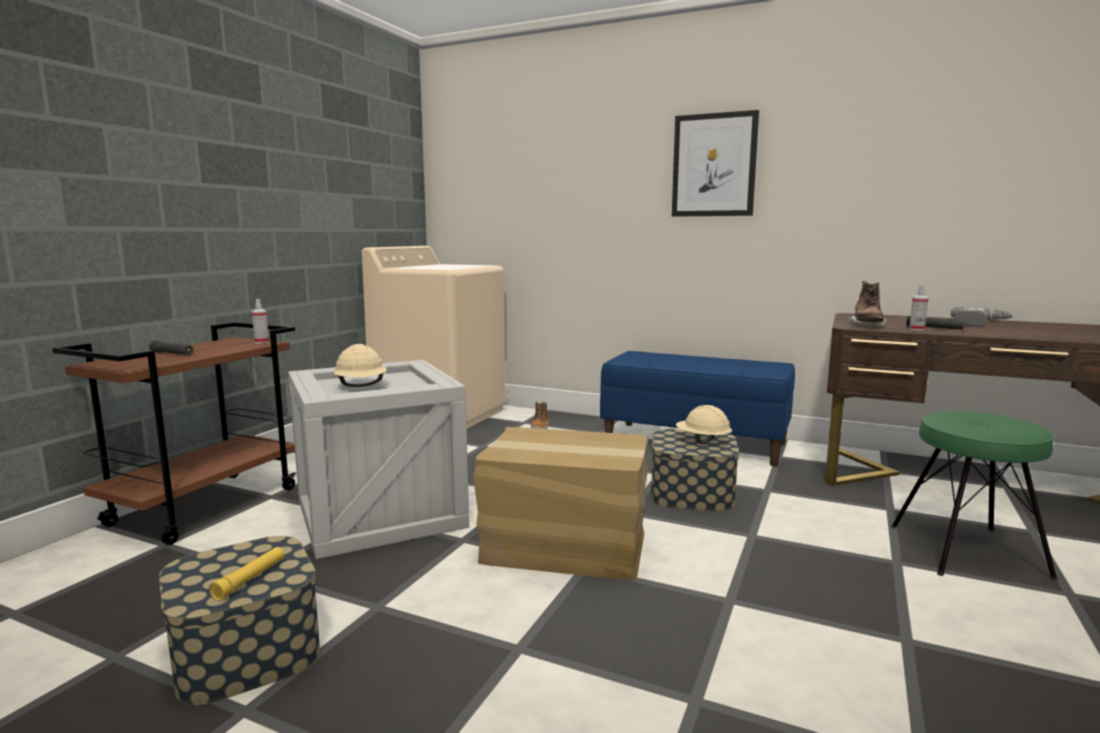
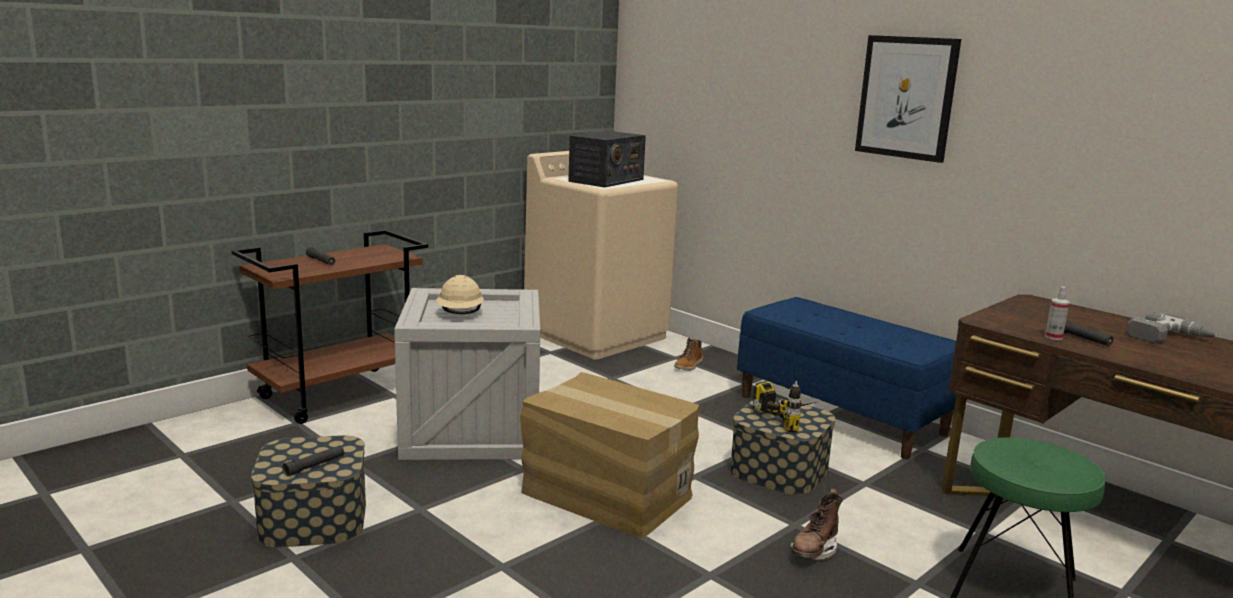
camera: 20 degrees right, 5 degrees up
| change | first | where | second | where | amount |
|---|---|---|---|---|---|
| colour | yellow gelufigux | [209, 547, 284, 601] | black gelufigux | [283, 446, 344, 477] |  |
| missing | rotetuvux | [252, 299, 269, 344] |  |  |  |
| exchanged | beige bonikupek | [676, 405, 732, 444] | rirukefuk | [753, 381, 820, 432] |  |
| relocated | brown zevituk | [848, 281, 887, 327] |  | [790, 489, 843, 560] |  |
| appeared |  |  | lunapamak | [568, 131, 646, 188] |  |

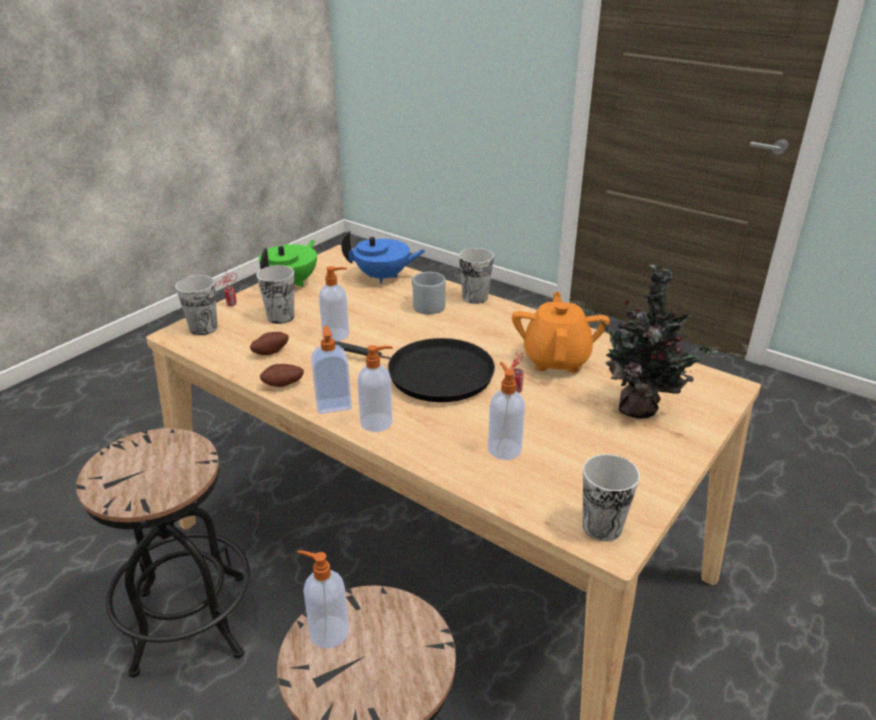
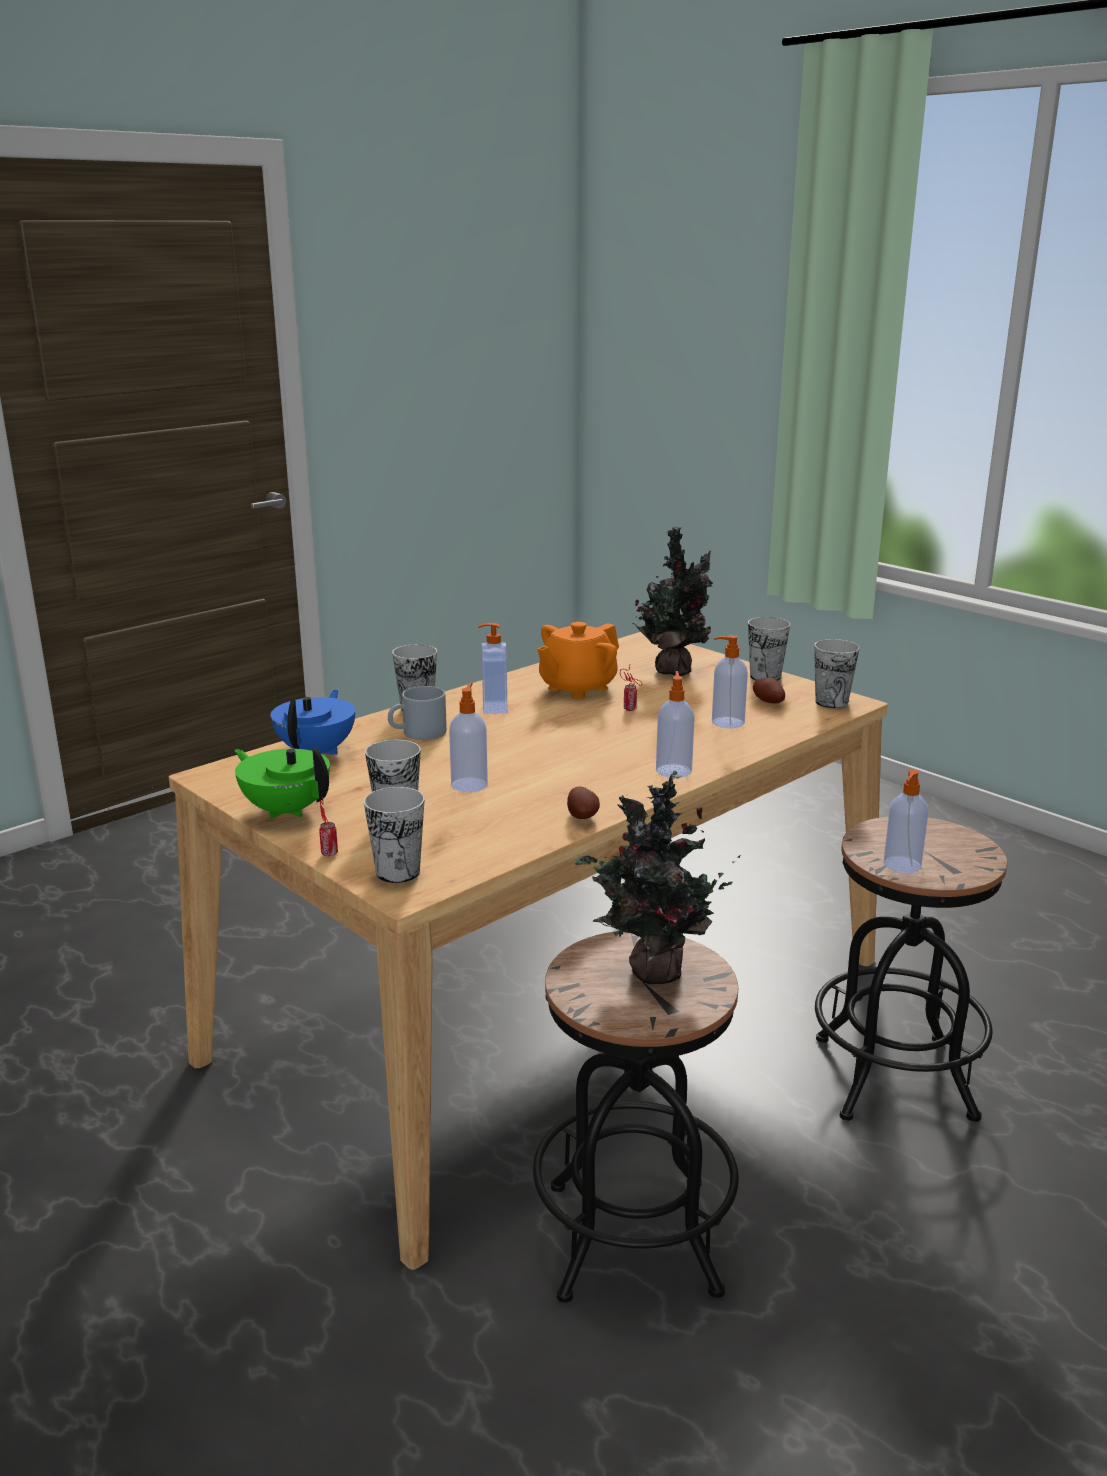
camera: 80 degrees left, 10 degrees down
| change | first | where | second | where | amount |
|---|---|---|---|---|---|
| relocated | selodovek | [250, 332, 289, 355] |  | [753, 678, 785, 703] |  |
| relocated | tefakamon | [311, 326, 352, 414] |  | [478, 623, 507, 714] |  |
| missing | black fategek | [335, 338, 495, 402] |  |  |  |
| spun | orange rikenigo | [512, 292, 610, 373] |  | [537, 622, 619, 699] | 60 degrees counterclockwise |
| appeared |  |  | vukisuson | [574, 771, 740, 984] |  |
| appeared |  |  | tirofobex | [748, 617, 790, 681] |  |

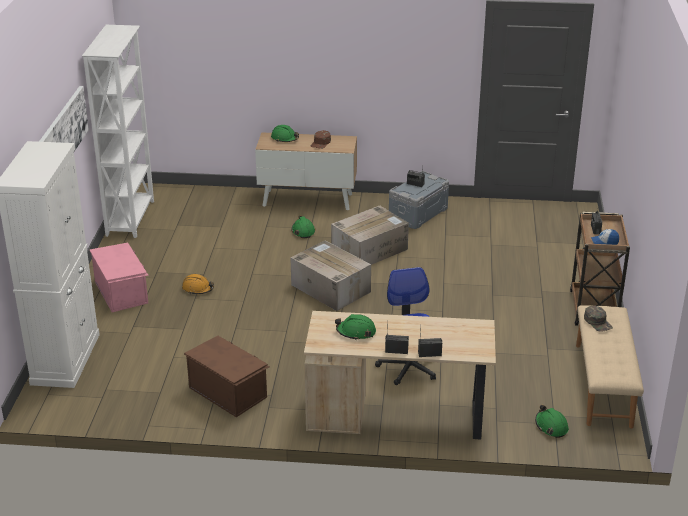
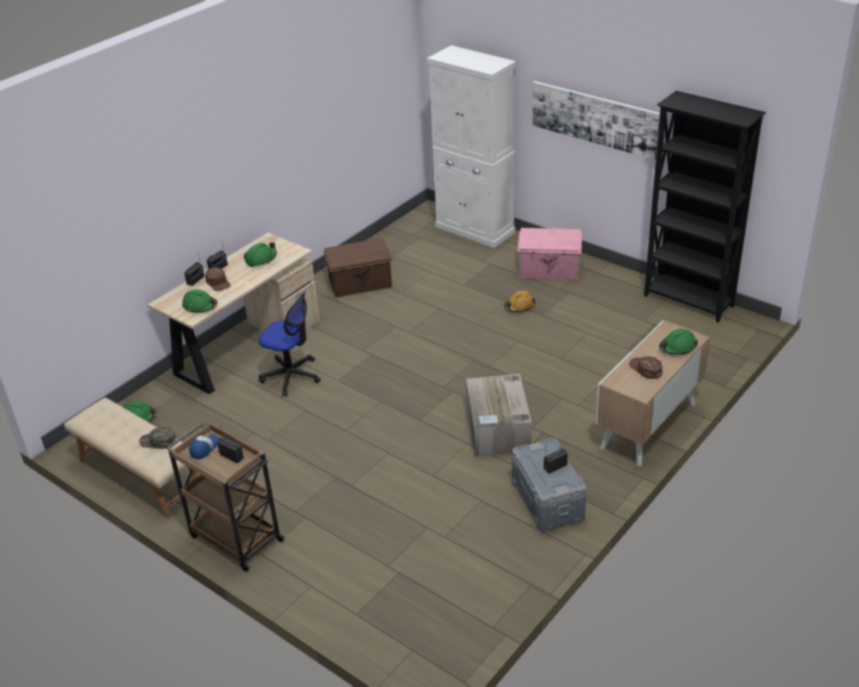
camera: 125 degrees right, 5 degrees up
| change | first | where | second | where | amount |
|---|---|---|---|---|---|
| colour | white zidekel | [82, 25, 154, 238] | black zidekel | [644, 91, 766, 323] |  |
| missing | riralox | [290, 241, 371, 311] |  |  |  |
| relocated | green bonikupek | [291, 215, 316, 238] |  | [182, 289, 217, 312] |  |
| appeared |  |  | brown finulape | [205, 267, 231, 291] |  |

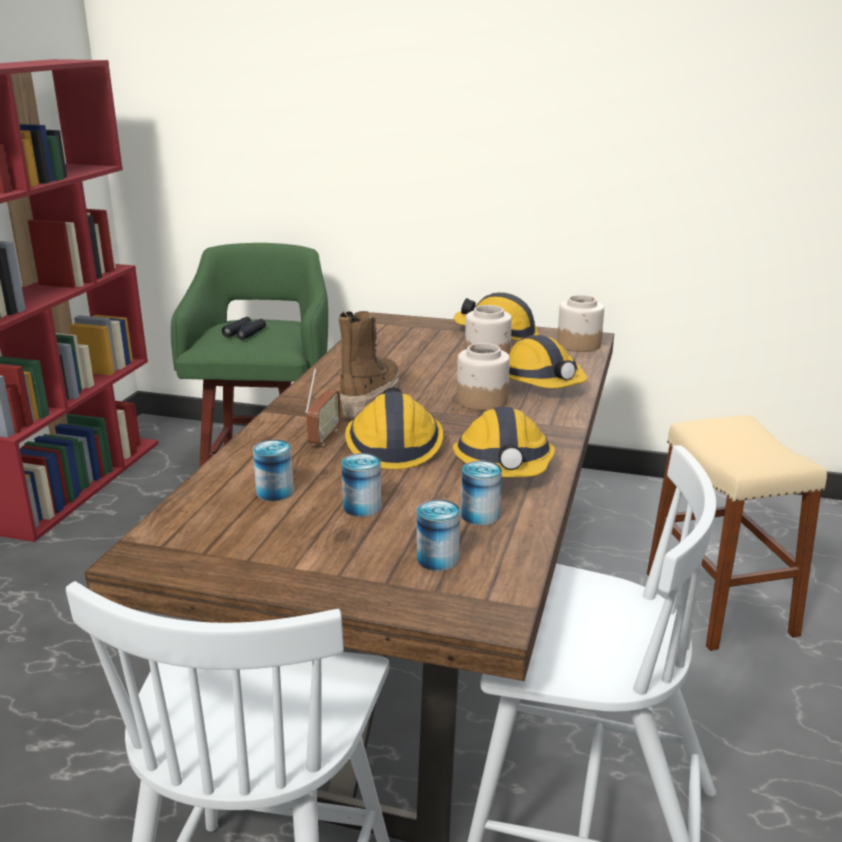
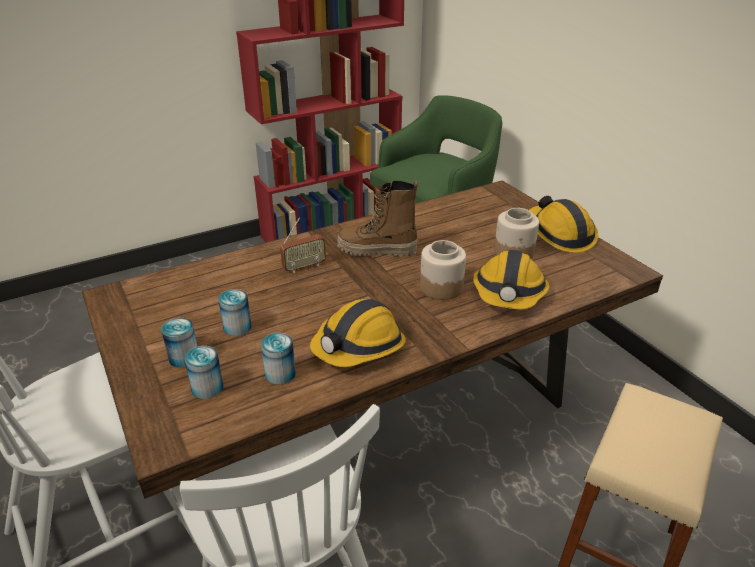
camera: 45 degrees right, 10 degrees up
| change | first | where | second | where | amount |
|---|---|---|---|---|---|
| missing | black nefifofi | [222, 317, 266, 340] |  |  |  |
| relocated | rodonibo | [253, 440, 294, 501] |  | [161, 318, 197, 368] |  |
| spun | zevituk | [339, 311, 399, 418] |  | [337, 181, 418, 257] | 150 degrees counterclockwise |
| missing | bonikupek | [345, 387, 443, 469] |  |  |  |
| missing | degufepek | [557, 295, 604, 352] |  |  |  |

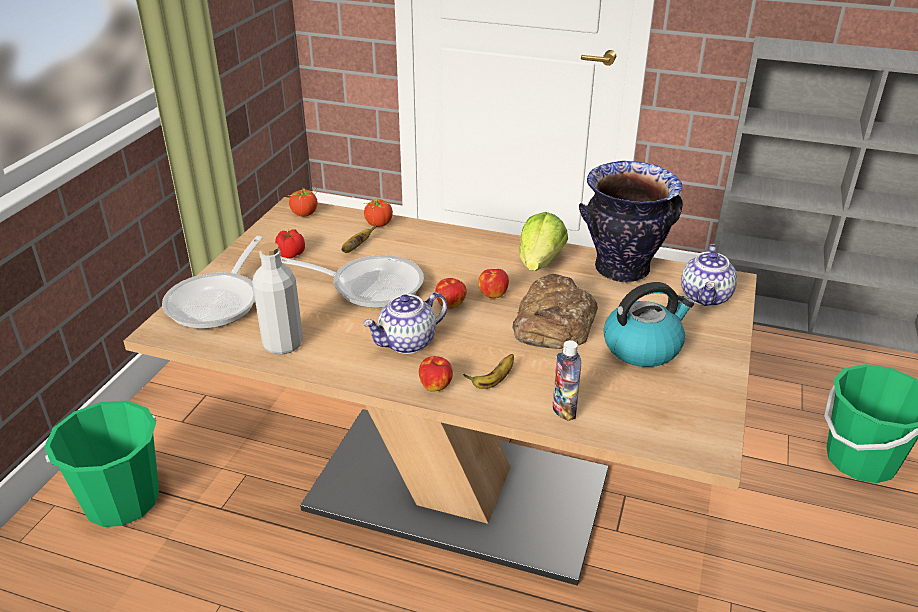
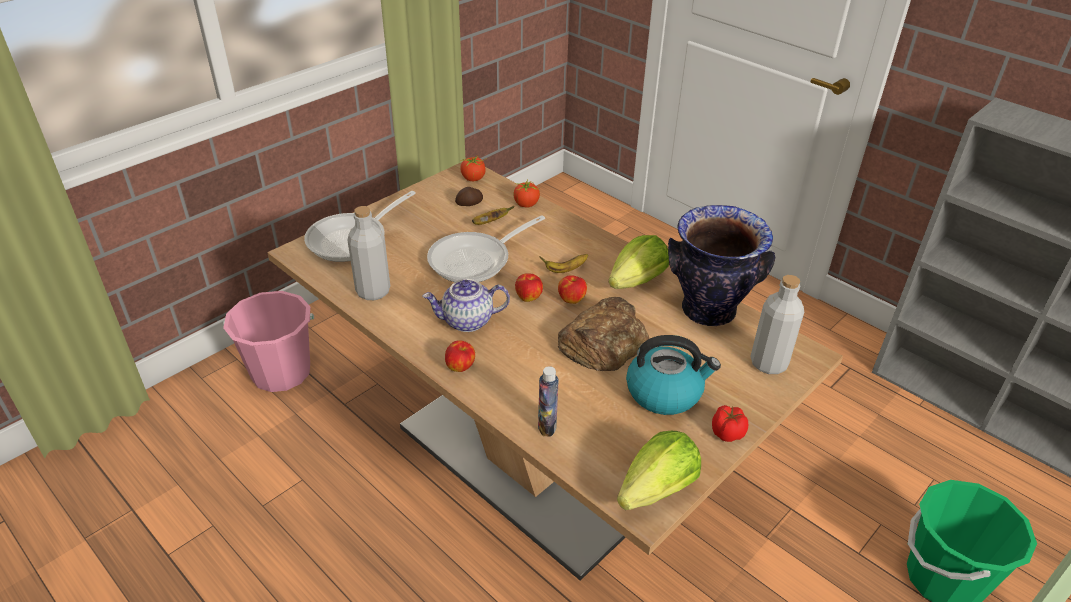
camera: 25 degrees right, 5 degrees up
| change | first | where | second | where | amount |
|---|---|---|---|---|---|
| colour | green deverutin | [44, 400, 159, 527] | pink deverutin | [223, 291, 314, 392] |  |
| relocated | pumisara | [275, 229, 305, 258] |  | [712, 405, 748, 442] |  |
| spun | fategek | [281, 255, 424, 308] |  | [427, 215, 545, 282] | 105 degrees clockwise |
| relocated | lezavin | [463, 354, 514, 389] |  | [539, 254, 588, 273] |  |
| exchanged | rikenigo | [681, 244, 737, 306] | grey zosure | [750, 275, 804, 374] |  |
| appeared |  |  | selodovek | [455, 187, 483, 206] |  |
| appeared |  |  | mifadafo | [617, 431, 701, 510] |  |

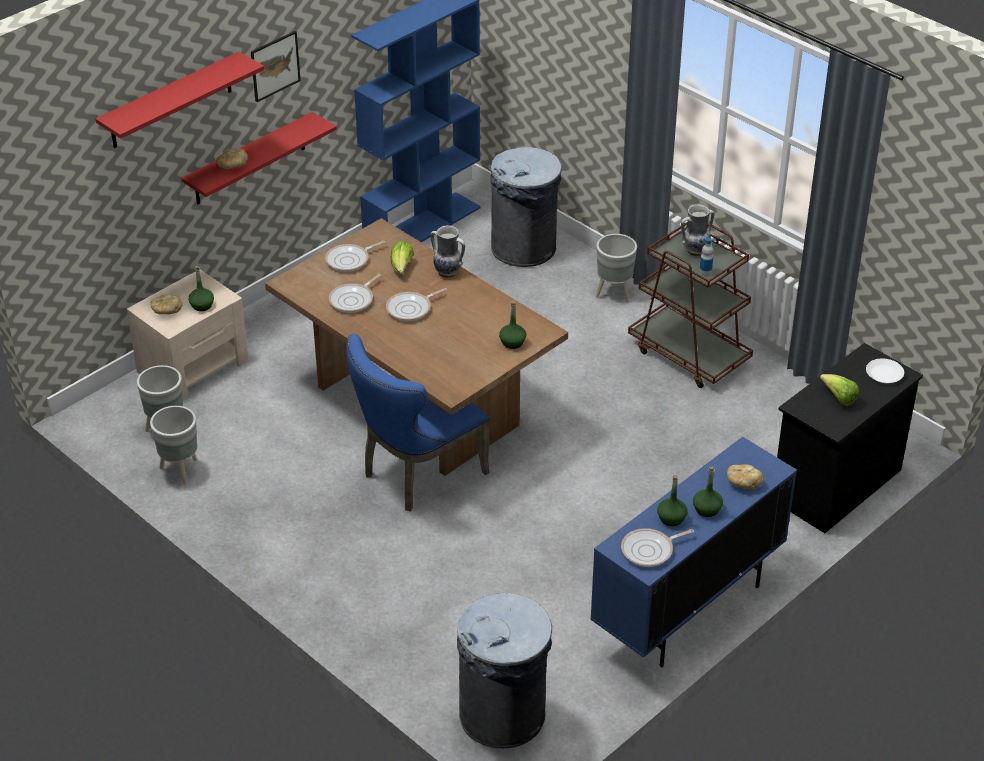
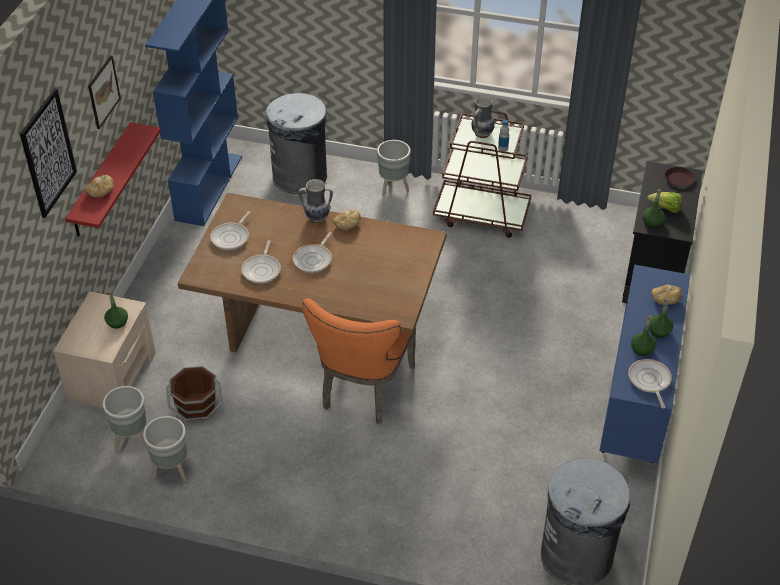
camera: 30 degrees left, 5 degrees up
| change | first | where | second | where | amount |
|---|---|---|---|---|---|
| exchanged | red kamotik | [95, 51, 264, 148] | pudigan | [20, 89, 77, 218] |  |
| relocated | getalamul | [150, 294, 183, 314] |  | [333, 210, 361, 230] |  |
| colour | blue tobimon | [346, 333, 489, 512] | orange tobimon | [302, 298, 416, 424] |  |
| missing | mifadafo | [390, 241, 414, 274] |  |  |  |
| relocated | green zosure | [499, 300, 526, 349] |  | [642, 189, 665, 228] |  |
| spun | fategek | [621, 528, 694, 567] |  | [628, 359, 672, 409] | 135 degrees clockwise |
| colour | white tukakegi | [866, 359, 904, 383] | brown tukakegi | [665, 167, 695, 186] |  |
| appeared |  |  | brown deverutin | [166, 366, 222, 423] |  |

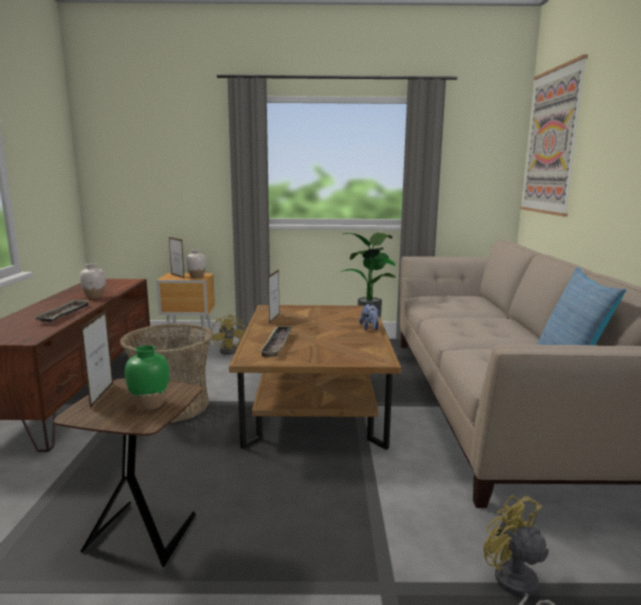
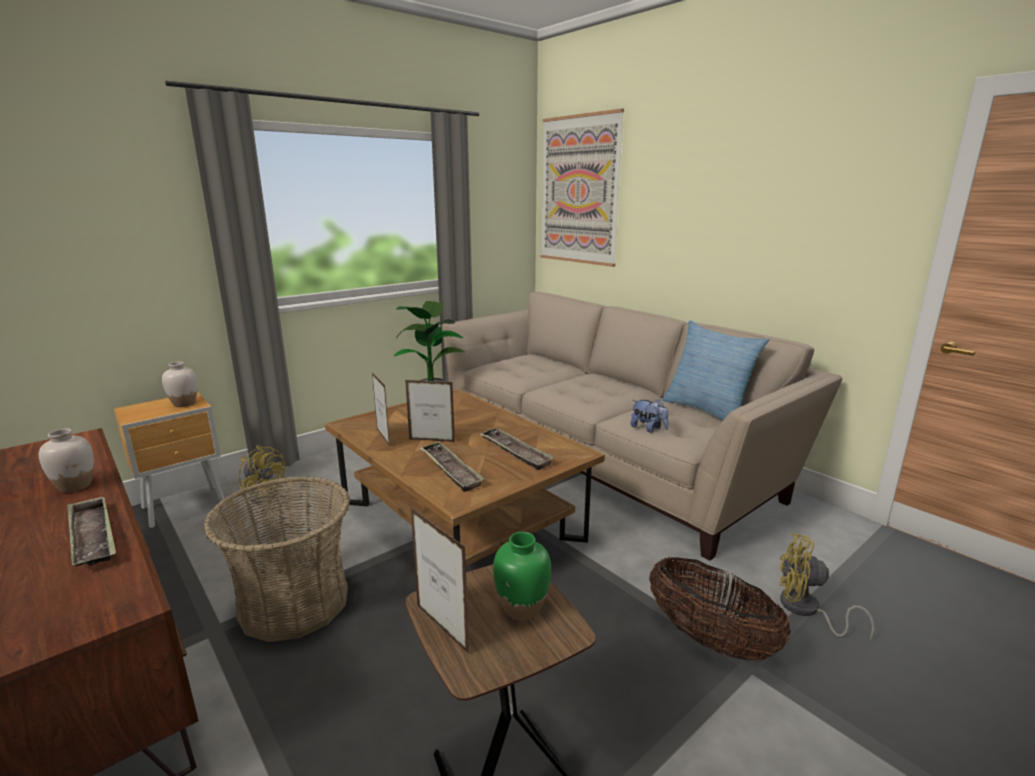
camera: 40 degrees left, 5 degrees up
| change | first | where | second | where | amount |
|---|---|---|---|---|---|
| relocated | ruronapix | [169, 237, 185, 279] |  | [405, 380, 455, 442] |  |
| relocated | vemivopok | [359, 304, 379, 330] |  | [631, 399, 669, 433] |  |
| appeared |  |  | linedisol | [480, 427, 555, 470] |  |
| appeared |  |  | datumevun | [649, 556, 791, 661] |  |

